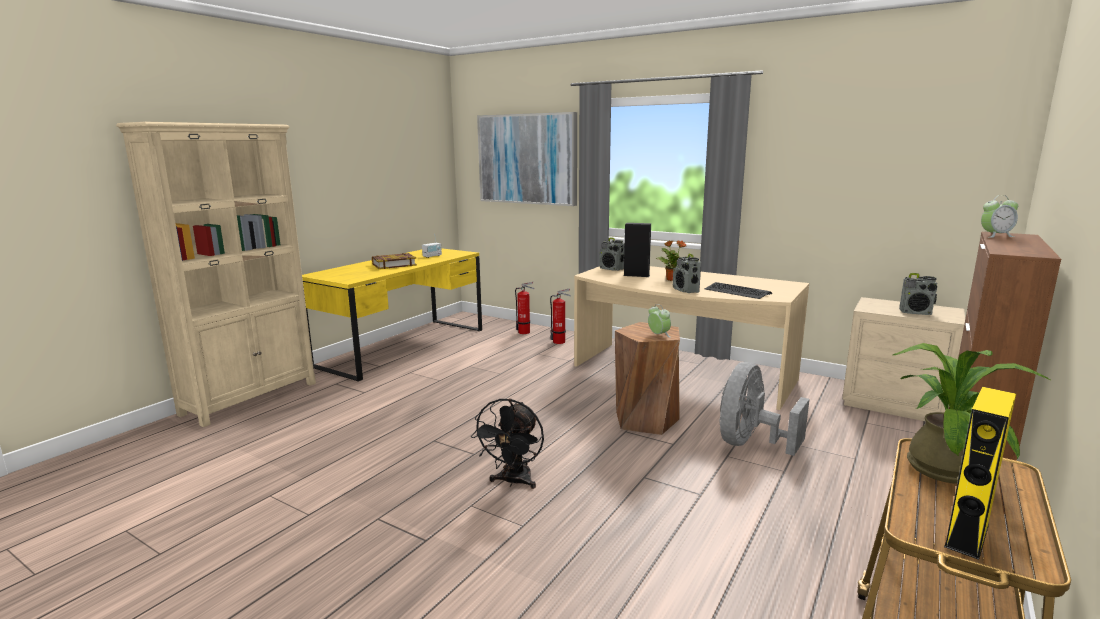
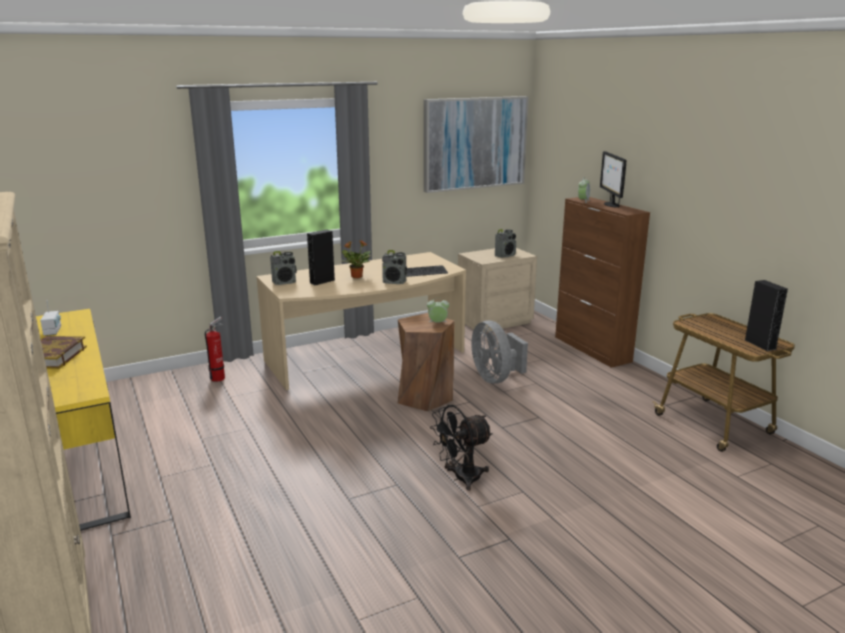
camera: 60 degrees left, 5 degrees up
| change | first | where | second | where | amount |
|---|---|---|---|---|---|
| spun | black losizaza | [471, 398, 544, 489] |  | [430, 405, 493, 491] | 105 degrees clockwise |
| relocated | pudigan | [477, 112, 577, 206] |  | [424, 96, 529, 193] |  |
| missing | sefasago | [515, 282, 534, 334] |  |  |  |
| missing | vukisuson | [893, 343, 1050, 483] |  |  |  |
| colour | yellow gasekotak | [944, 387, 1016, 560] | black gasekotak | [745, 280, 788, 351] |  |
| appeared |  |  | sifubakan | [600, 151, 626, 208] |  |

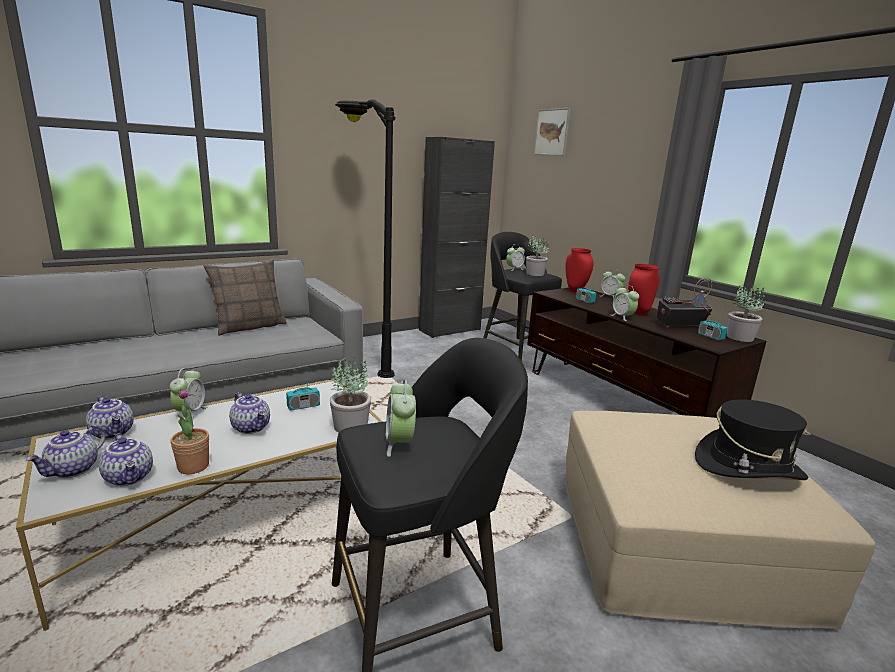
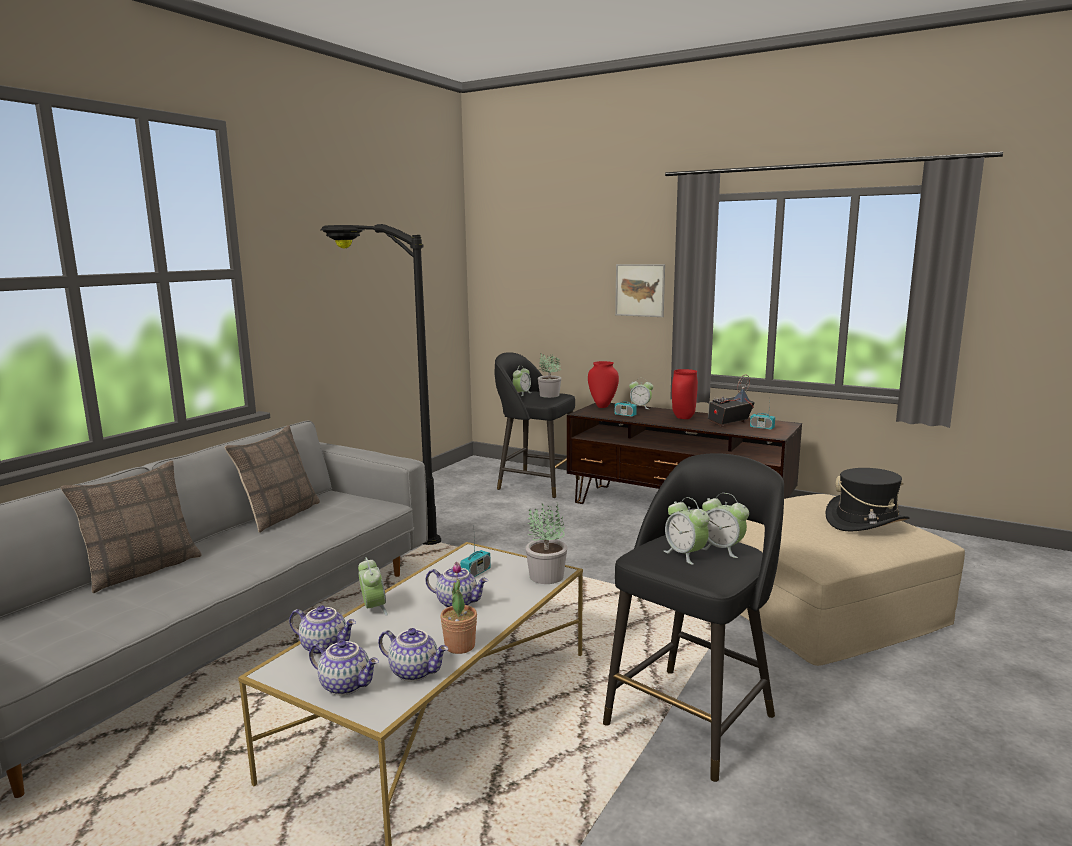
camera: 25 degrees left, 5 degrees down
| change | first | where | second | where | amount |
|---|---|---|---|---|---|
| spun | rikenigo | [26, 425, 106, 478] |  | [309, 640, 379, 695] | 60 degrees counterclockwise |
| missing | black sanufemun | [419, 137, 495, 338] |  |  |  |
| relocated | pudigan | [533, 108, 570, 156] |  | [615, 264, 665, 317] |  |
| relocated | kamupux | [611, 285, 639, 321] |  | [702, 493, 749, 558] |  |
| missing | vukisuson | [727, 285, 765, 342] |  |  |  |
| appeared |  |  | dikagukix | [60, 461, 202, 593] |  |

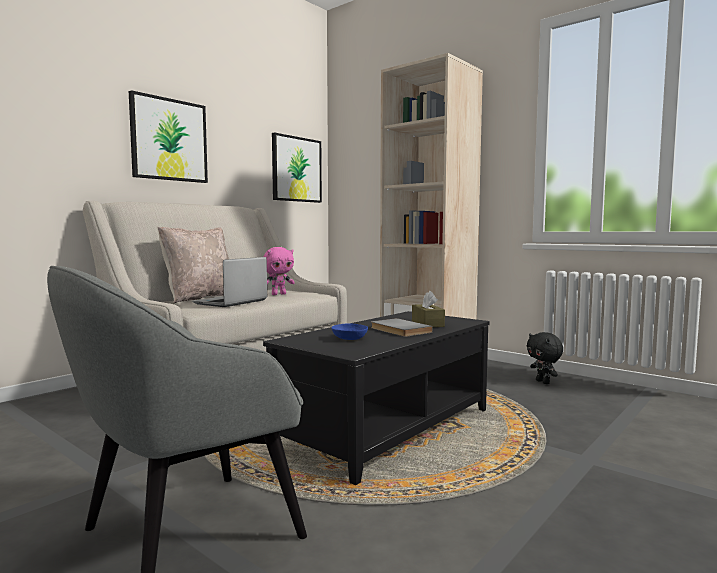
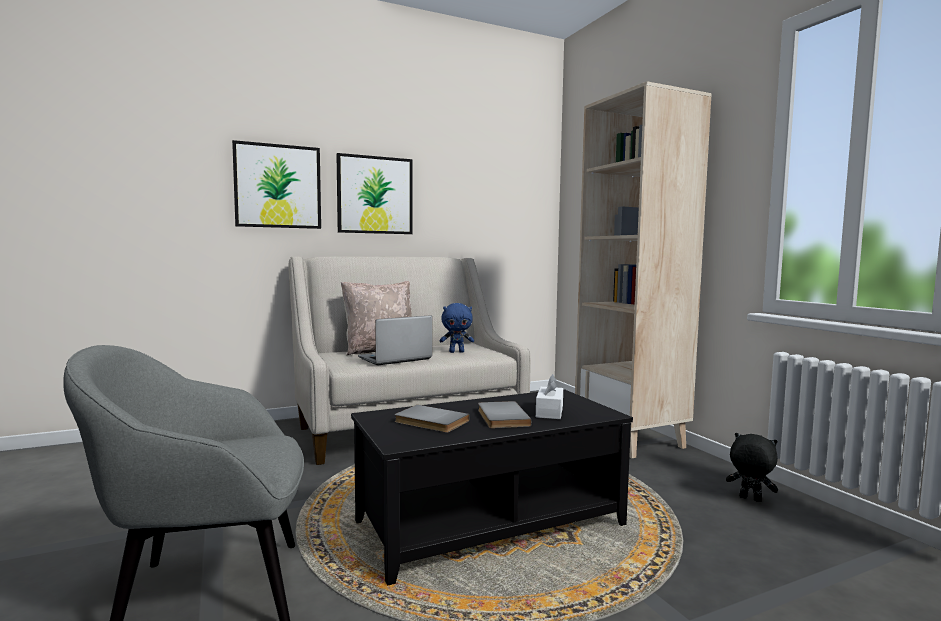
camera: 25 degrees right, 0 degrees up
| change | first | where | second | where | amount |
|---|---|---|---|---|---|
| colour | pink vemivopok | [263, 247, 295, 295] | blue vemivopok | [440, 303, 474, 353] |  |
| relocated | pudigan | [272, 133, 322, 203] |  | [232, 140, 321, 229] |  |
| exchanged | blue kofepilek | [332, 324, 368, 340] | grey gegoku | [395, 405, 470, 433] |  |
| colour | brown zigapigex | [412, 291, 445, 327] | white zigapigex | [536, 374, 563, 419] |  |
| spun | black vemivopok | [527, 332, 563, 384] |  | [726, 433, 778, 502] | 120 degrees clockwise |

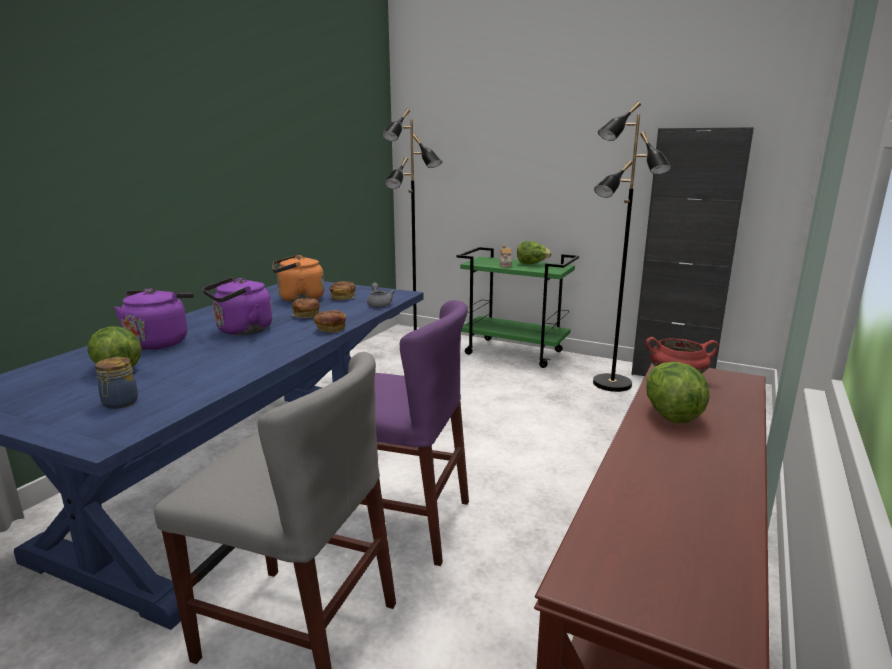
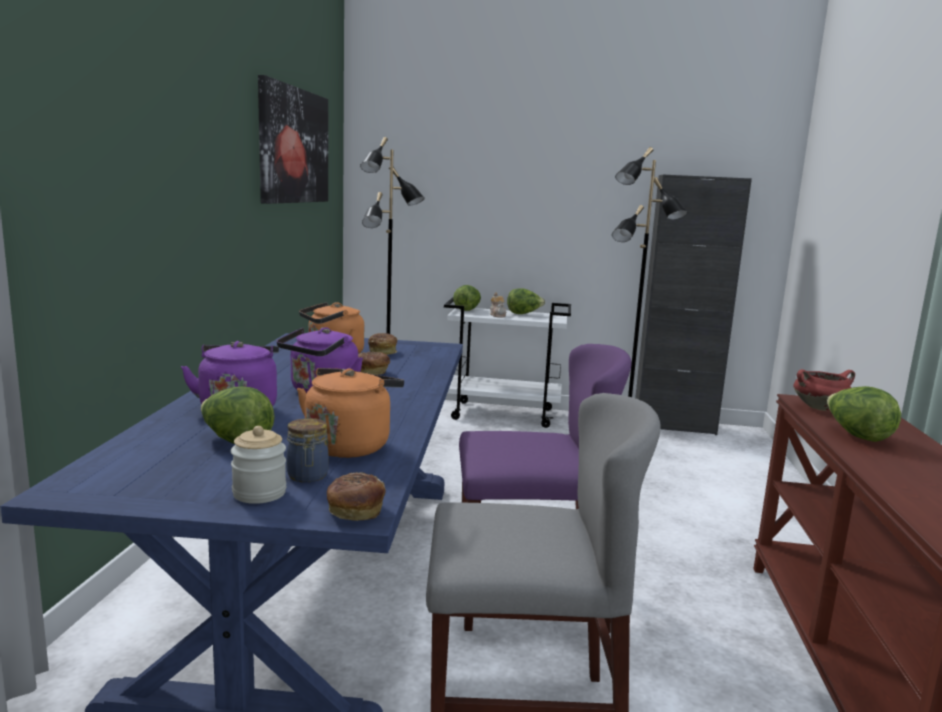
camera: 20 degrees left, 5 degrees down
| change | first | where | second | where | amount |
|---|---|---|---|---|---|
| relocated | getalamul | [314, 310, 346, 332] |  | [327, 472, 386, 521] |  |
| missing | grey rikenigo | [367, 283, 395, 308] |  |  |  |
| colour | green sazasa | [457, 247, 579, 368] | white sazasa | [444, 297, 571, 428] |  |
| appeared |  |  | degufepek | [231, 426, 286, 504] |  |
| appeared |  |  | pudigan | [258, 75, 328, 204] |  |
| appeared |  |  | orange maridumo | [297, 368, 404, 458] |  |
| appeared |  |  | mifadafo | [453, 285, 481, 311] |  |

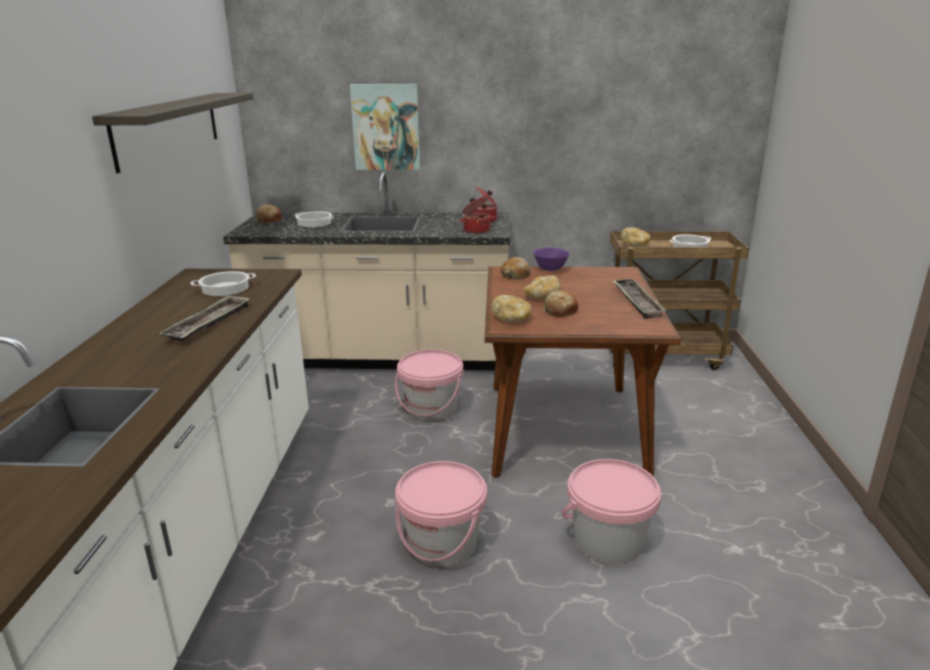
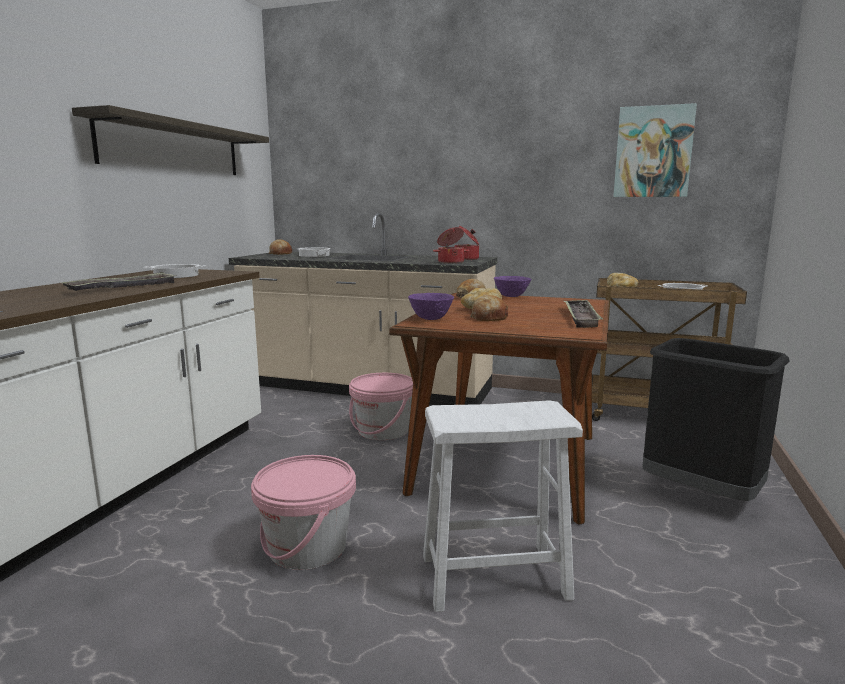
camera: 15 degrees right, 10 degrees down
| change | first | where | second | where | amount |
|---|---|---|---|---|---|
| relocated | pudigan | [350, 84, 421, 170] |  | [613, 103, 697, 197] |  |
| exchanged | getalamul | [492, 295, 532, 322] | purple kofepilek | [408, 293, 454, 320] |  |
| exchanged | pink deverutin | [561, 459, 661, 564] | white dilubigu | [423, 400, 583, 612] |  |
| appeared |  |  | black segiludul | [643, 338, 789, 501] |  |

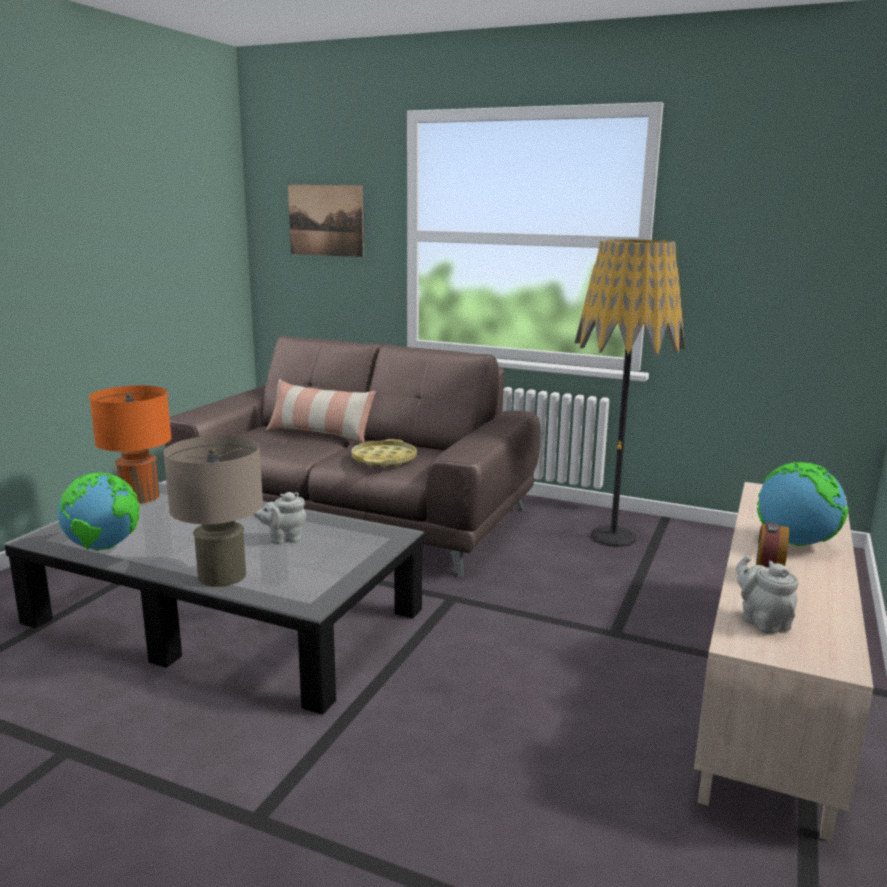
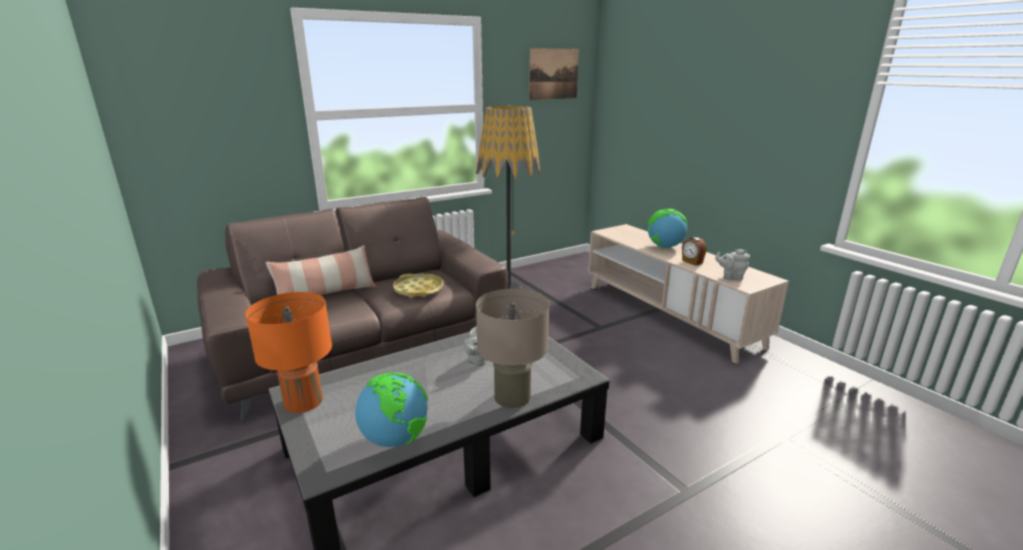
camera: 55 degrees left, 5 degrees up
| change | first | where | second | where | amount |
|---|---|---|---|---|---|
| relocated | pudigan | [288, 185, 364, 257] |  | [529, 48, 579, 100] |  |

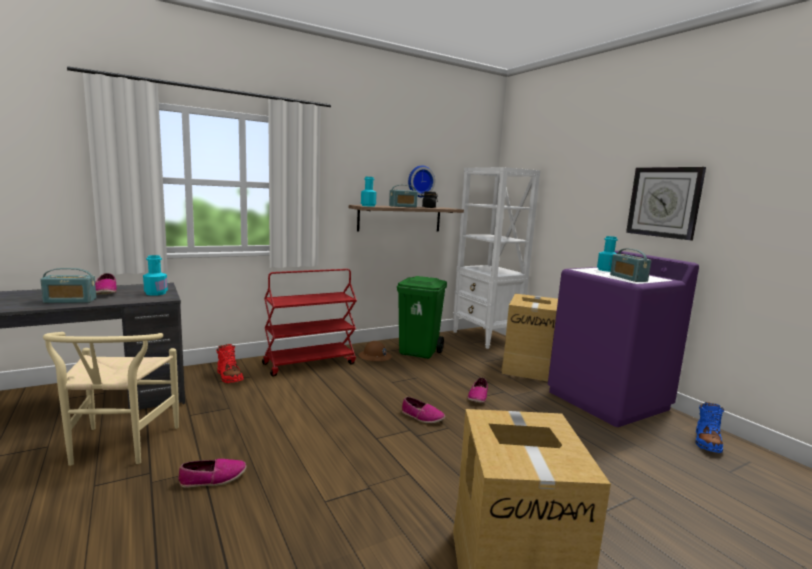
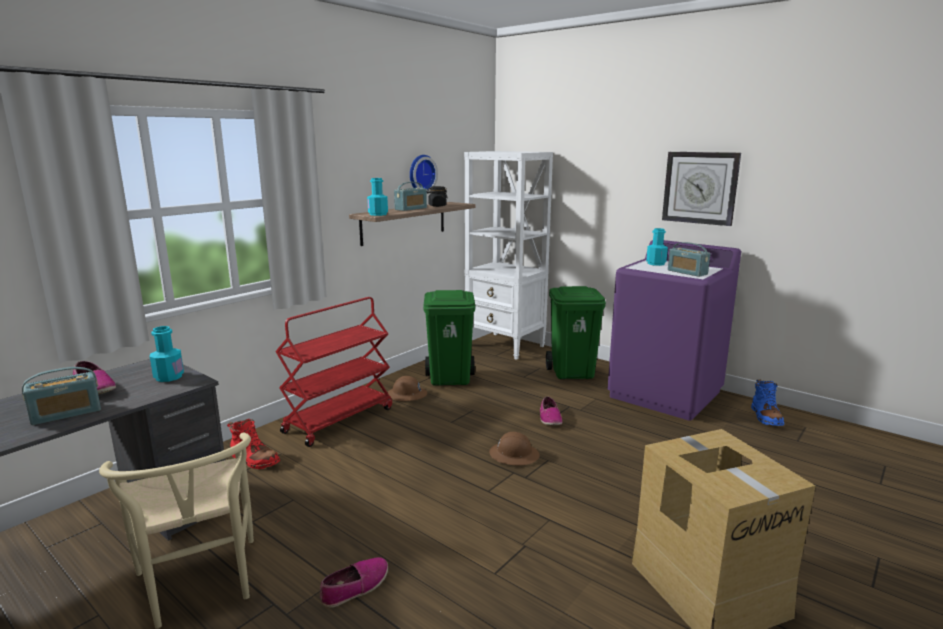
camera: 20 degrees left, 5 degrees up
| change | first | where | second | where | amount |
|---|---|---|---|---|---|
| exchanged | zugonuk | [402, 397, 445, 423] | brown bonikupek | [489, 432, 540, 465] |  |
| exchanged | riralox | [501, 294, 558, 382] | green segiludul | [546, 286, 606, 379] |  |

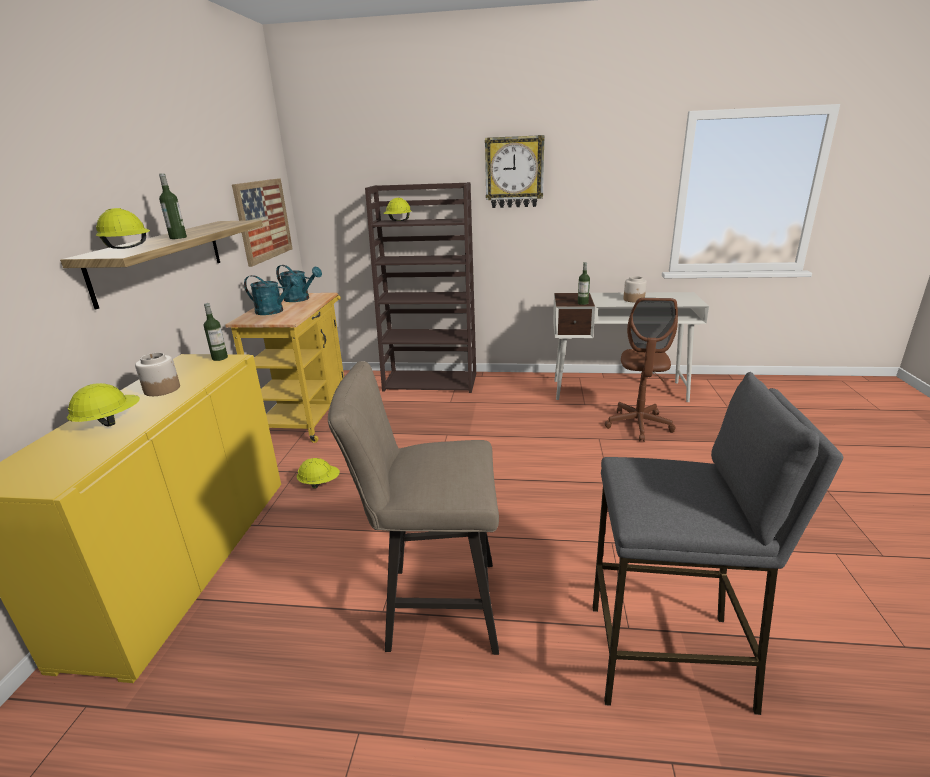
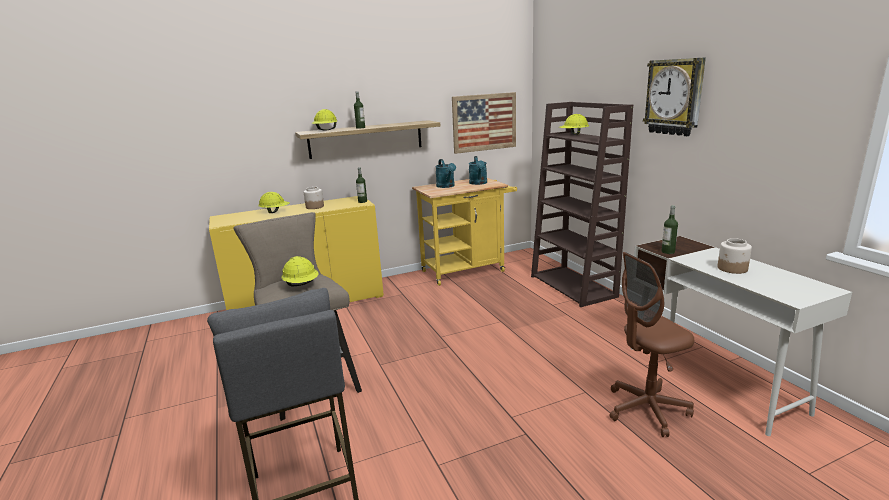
camera: 60 degrees right, 5 degrees down
| change | first | where | second | where | amount |
|---|---|---|---|---|---|
| relocated | yellow bonikupek | [297, 458, 340, 488] |  | [281, 256, 318, 286] |  |

